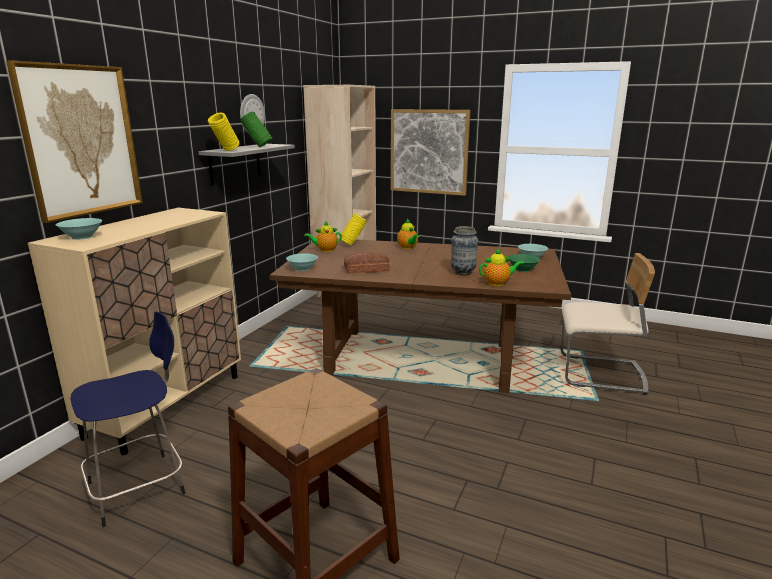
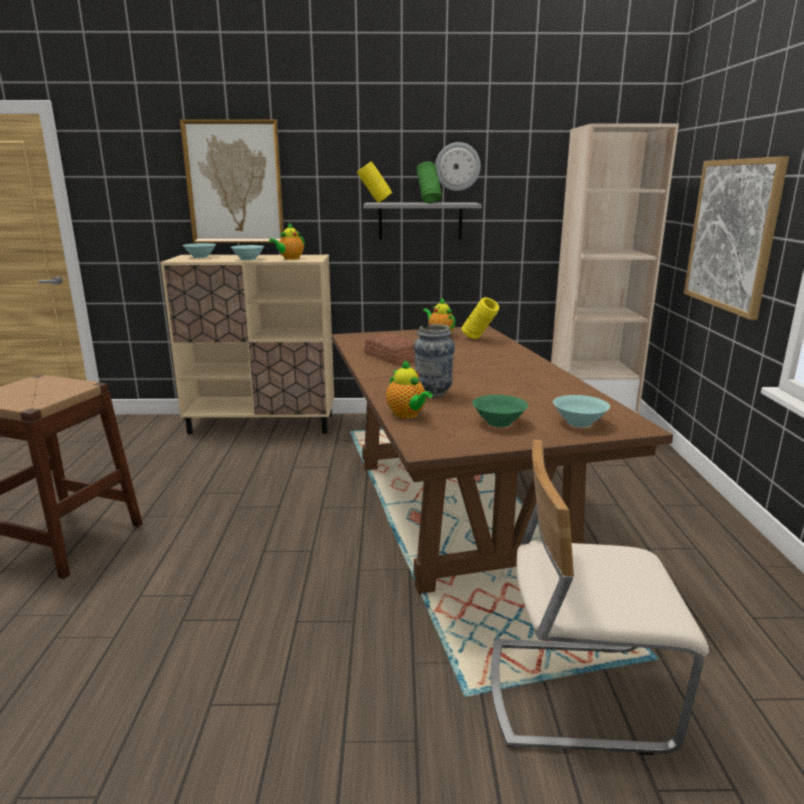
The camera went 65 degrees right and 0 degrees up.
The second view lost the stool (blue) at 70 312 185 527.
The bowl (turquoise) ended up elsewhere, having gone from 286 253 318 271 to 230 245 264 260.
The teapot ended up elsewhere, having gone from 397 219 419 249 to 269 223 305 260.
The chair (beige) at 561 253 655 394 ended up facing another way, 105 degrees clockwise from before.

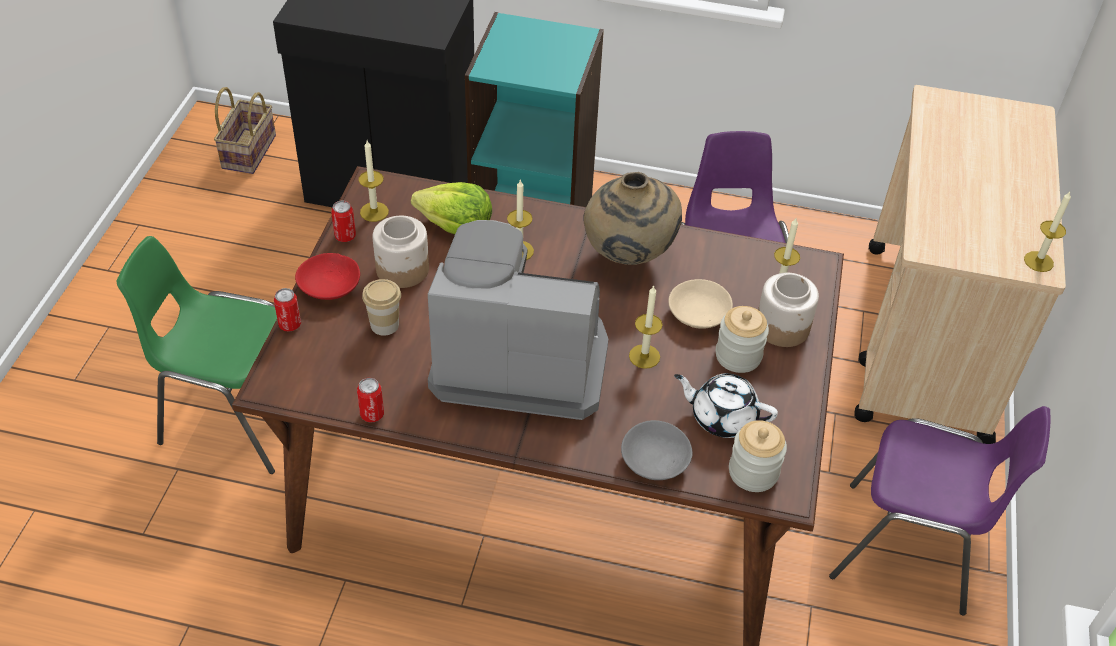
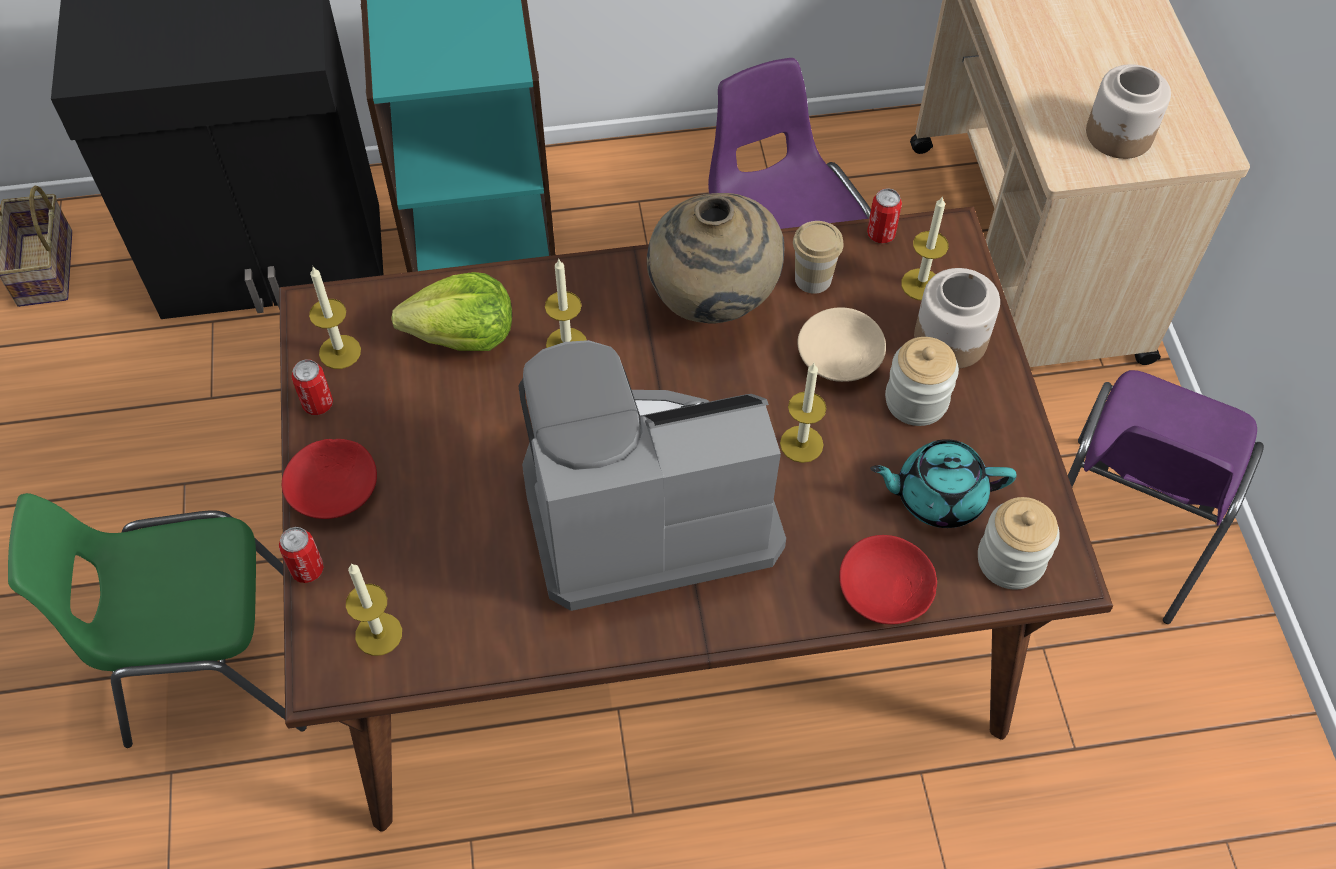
The camera went 20 degrees left and 10 degrees up.
The can ended up elsewhere, having gone from 357 378 384 423 to 867 188 902 244.
The cup ended up elsewhere, having gone from 362 279 401 336 to 793 221 844 294.
The jar ended up elsewhere, having gone from 373 216 429 288 to 1086 64 1171 159.
The candle ended up elsewhere, having gone from 1024 192 1071 272 to 346 563 402 656.
What was the bowl (grey) at 621 420 692 480 turned into the bowl (red) at 839 535 937 624.
What was the teapot (white) at 674 373 778 438 turned into the teapot (turquoise) at 870 439 1017 528.
The chair (purple) at 829 406 1050 616 ended up facing another way, 120 degrees clockwise from before.

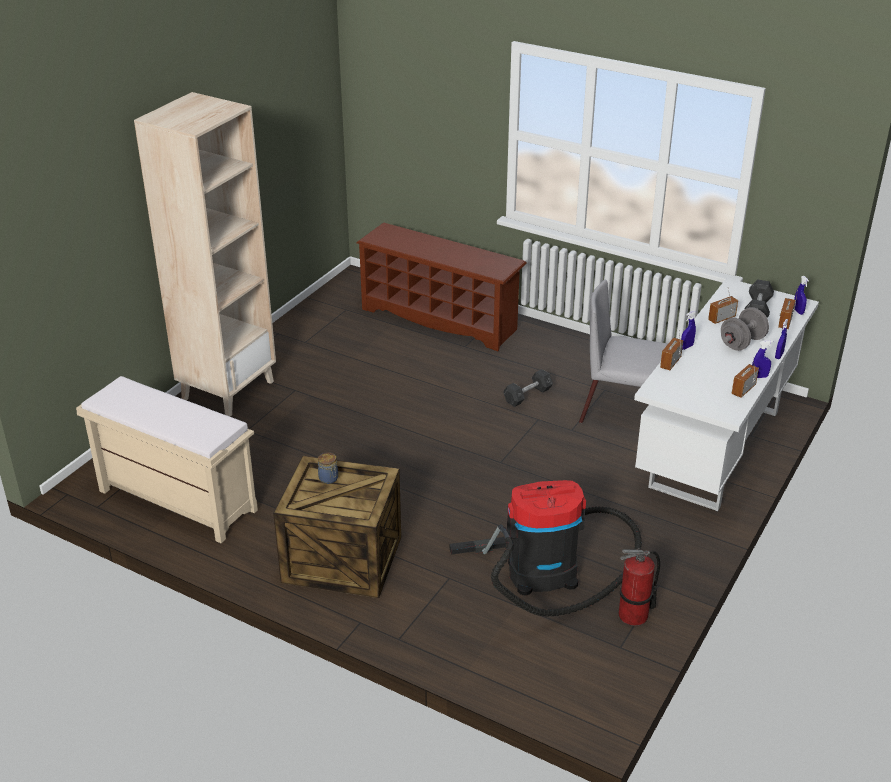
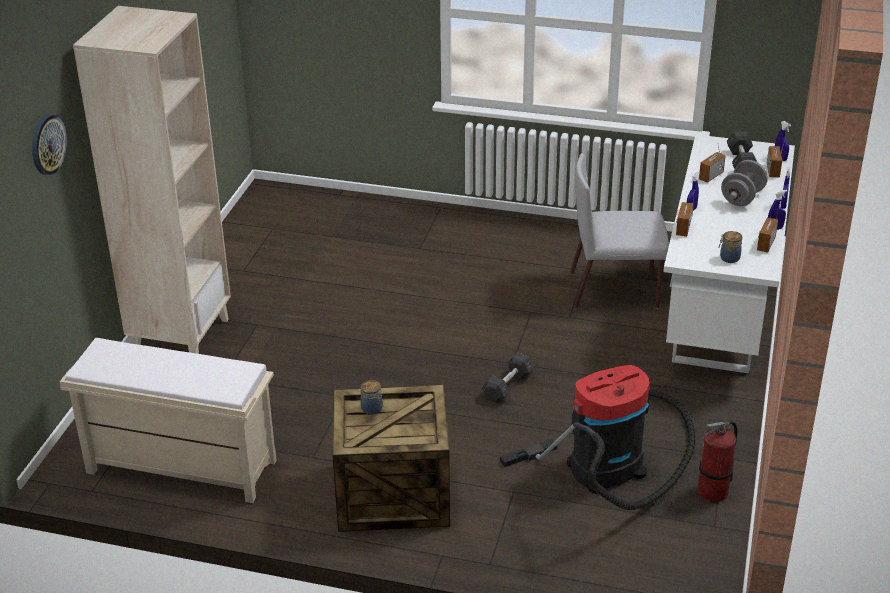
The camera went 15 degrees left and 0 degrees up.
The second view lost the shoe rack (brown) at 356 223 527 351.
The second view gained the wall clock at 32 114 67 175.
The second view gained the jar at 719 231 742 263.
The dumbbell (grey) ended up elsewhere, having gone from 503 369 553 407 to 481 352 534 404.

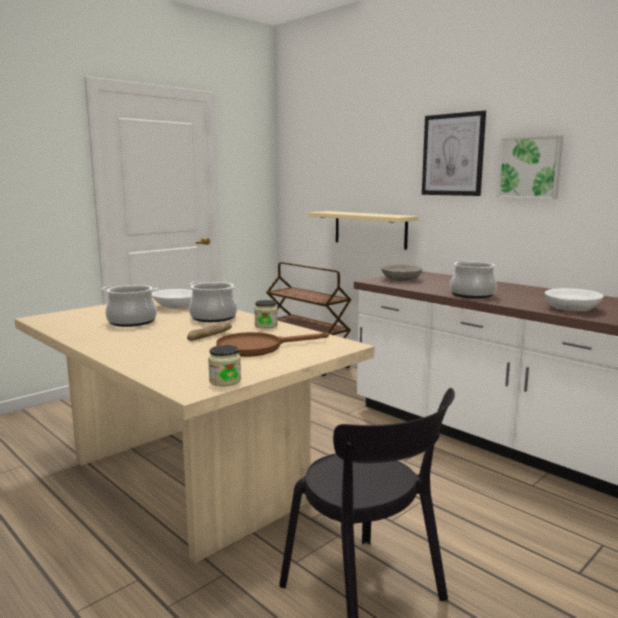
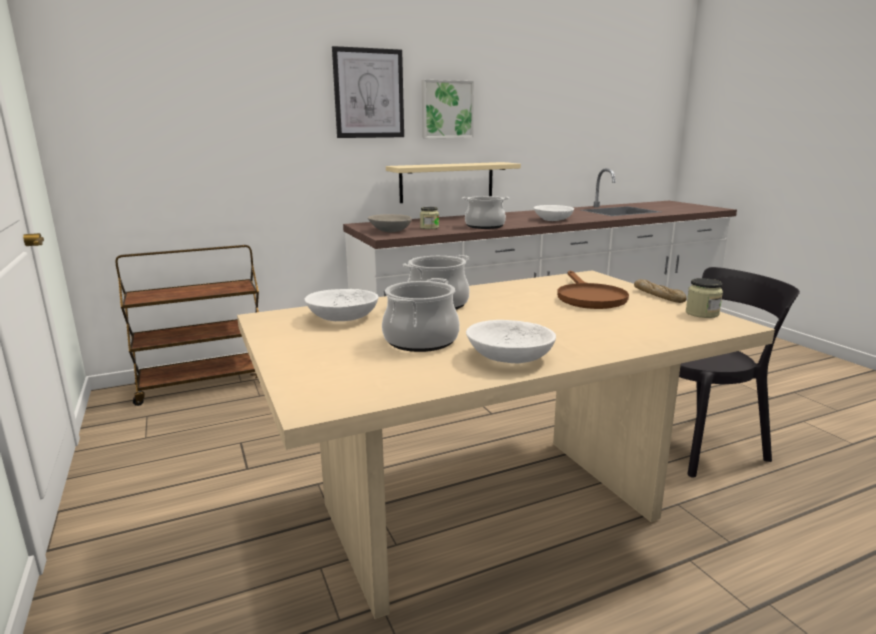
The camera went 70 degrees left and 5 degrees up.
The second view gained the bowl (white) at 466 320 556 363.
The bread ended up elsewhere, having gone from 187 321 232 341 to 634 279 687 303.
The jar ended up elsewhere, having gone from 254 300 278 329 to 420 207 439 229.
The shelf (beige) ended up elsewhere, having gone from 308 211 419 250 to 386 162 521 203.

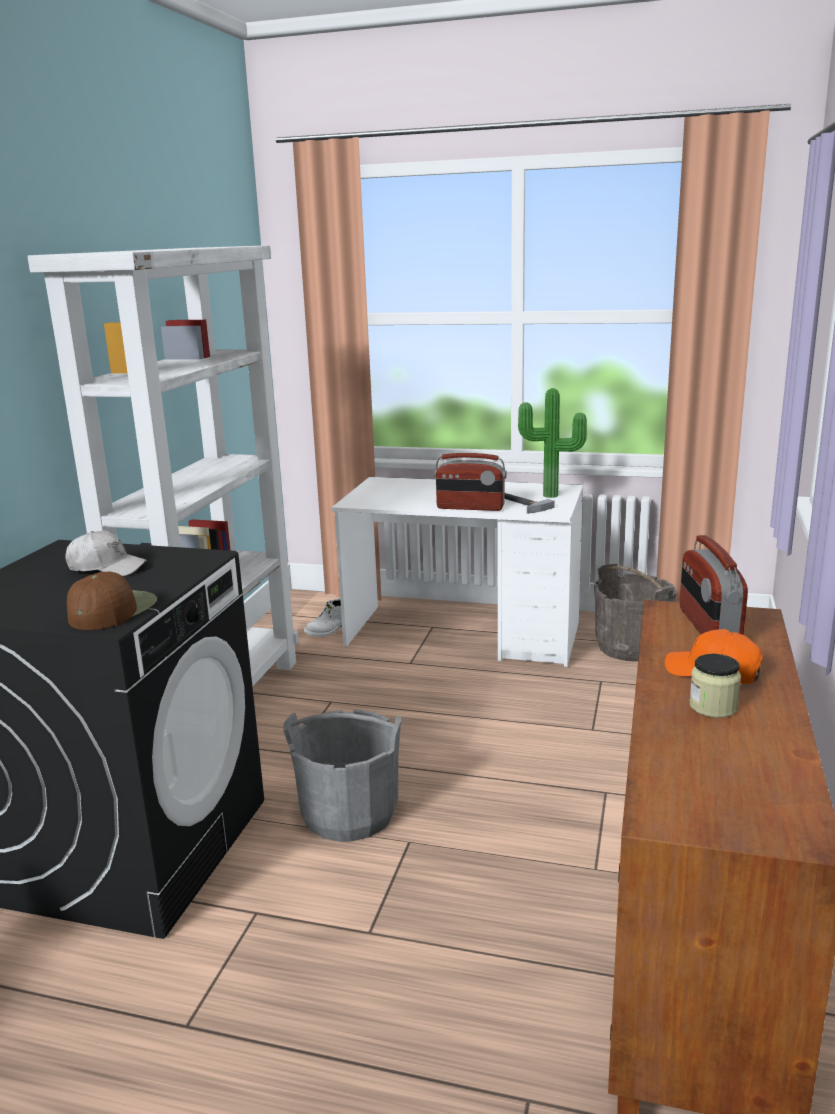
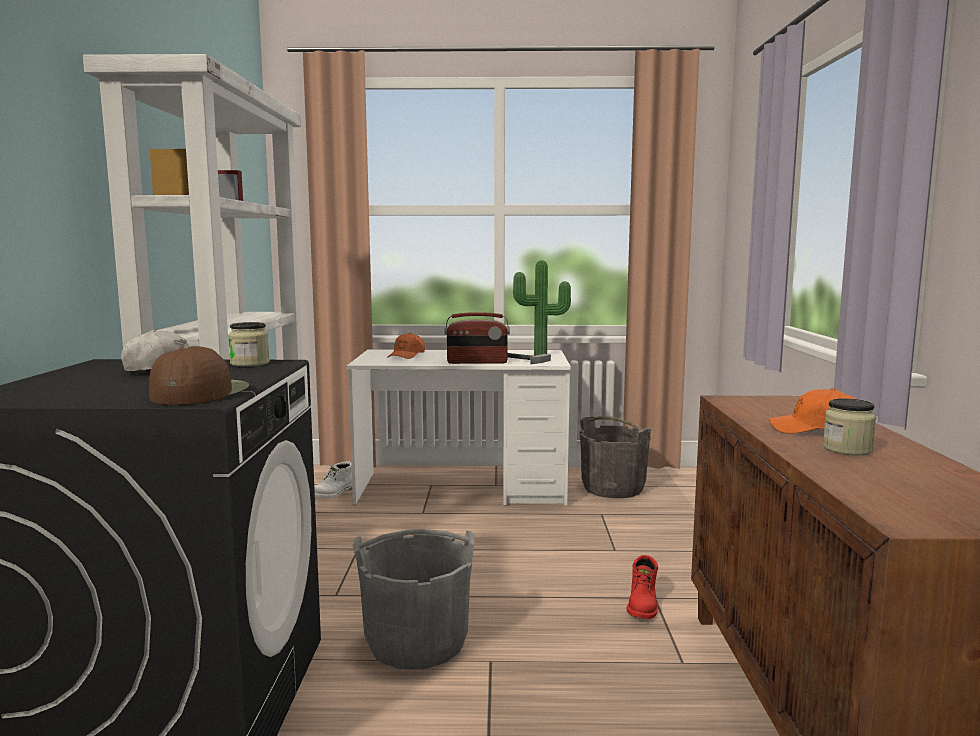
The camera went 15 degrees left and 10 degrees down.
The second view lost the radio at 680 535 748 635.
The second view gained the jar at 228 322 270 366.
The second view gained the cap (orange) at 388 333 425 359.
The second view gained the boot (red) at 627 555 658 619.

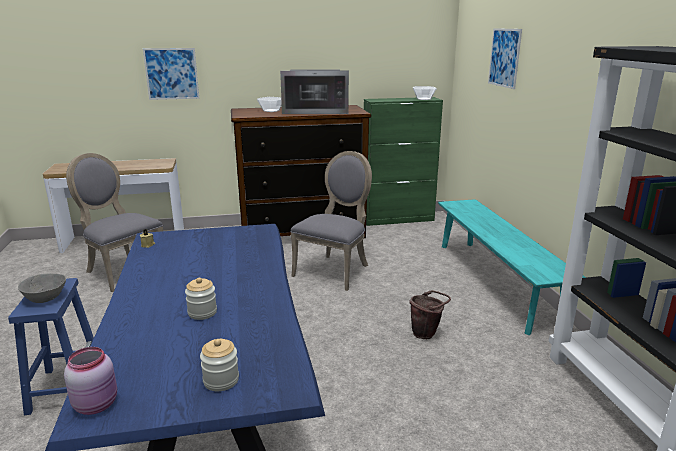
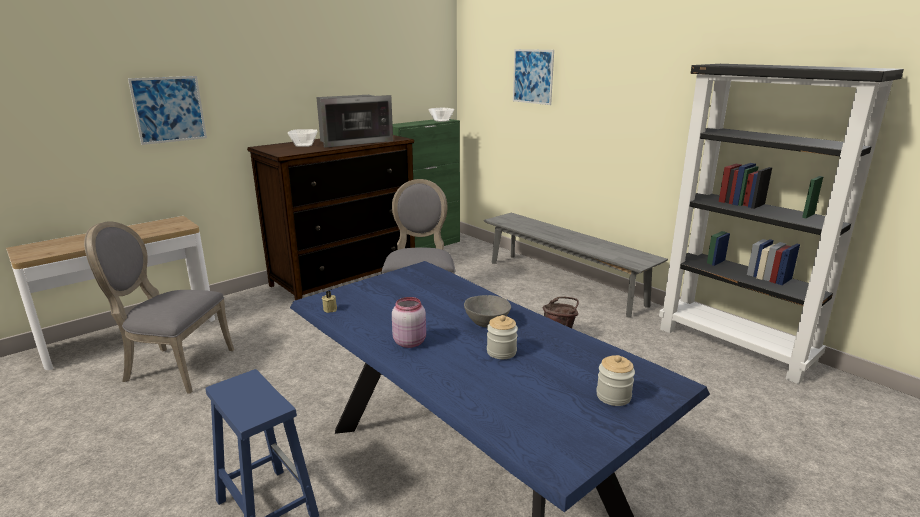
The camera went 30 degrees left and 0 degrees up.
The bowl (grey) ended up elsewhere, having gone from 18 273 66 303 to 464 295 511 327.
The jar (pink) ended up elsewhere, having gone from 64 347 117 415 to 392 297 426 348.
What was the bench (turquoise) at 438 199 586 335 turned into the bench (grey) at 484 213 668 318.

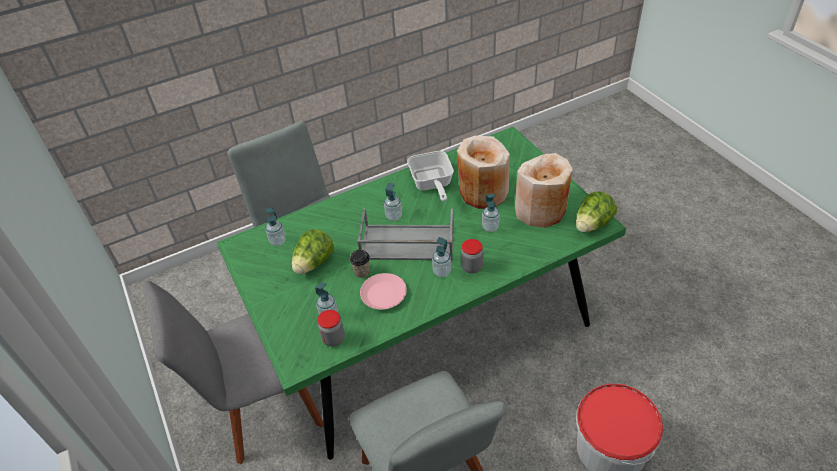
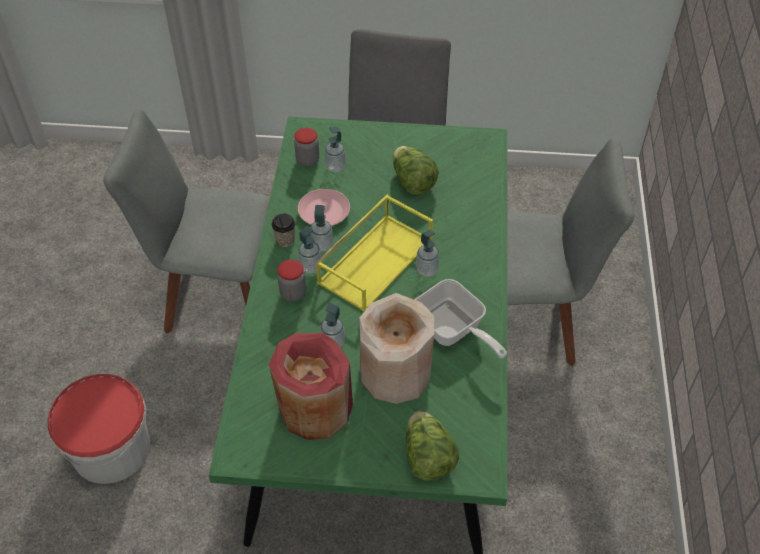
The camera went 120 degrees right and 5 degrees up.
The soap dispenser ended up elsewhere, having gone from 265 208 286 246 to 311 205 333 252.
The cup ended up elsewhere, having gone from 350 250 370 278 to 272 213 295 247.
The lettuce ended up elsewhere, having gone from 576 191 617 232 to 406 411 459 481.
What was the tray (grey) at 357 208 454 260 turned into the tray (yellow) at 316 195 433 312.
What was the vase (beige) at 515 153 573 228 turned into the vase (red) at 269 333 353 440.
The frying pan at 407 151 454 202 ended up facing another way, 150 degrees counterclockwise from before.

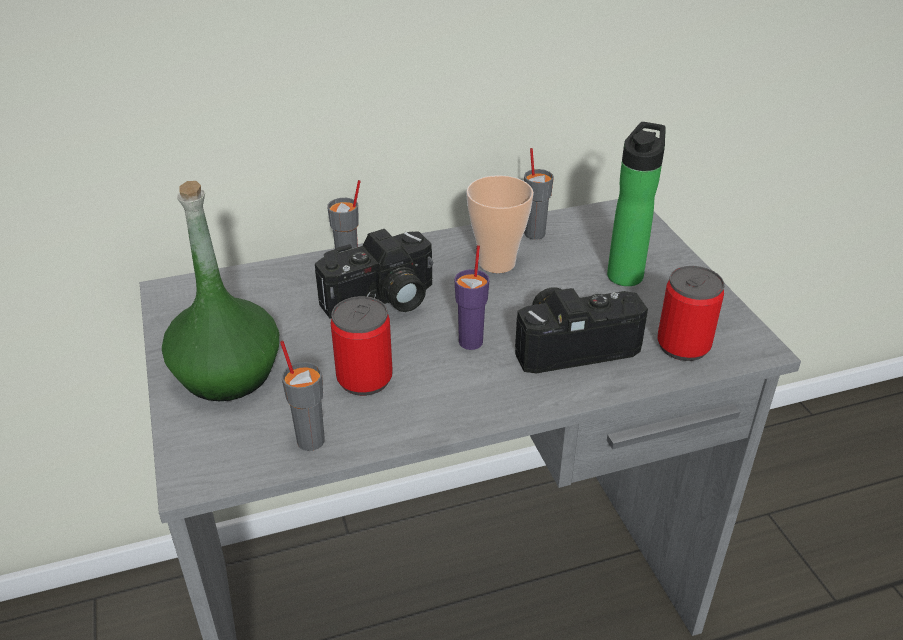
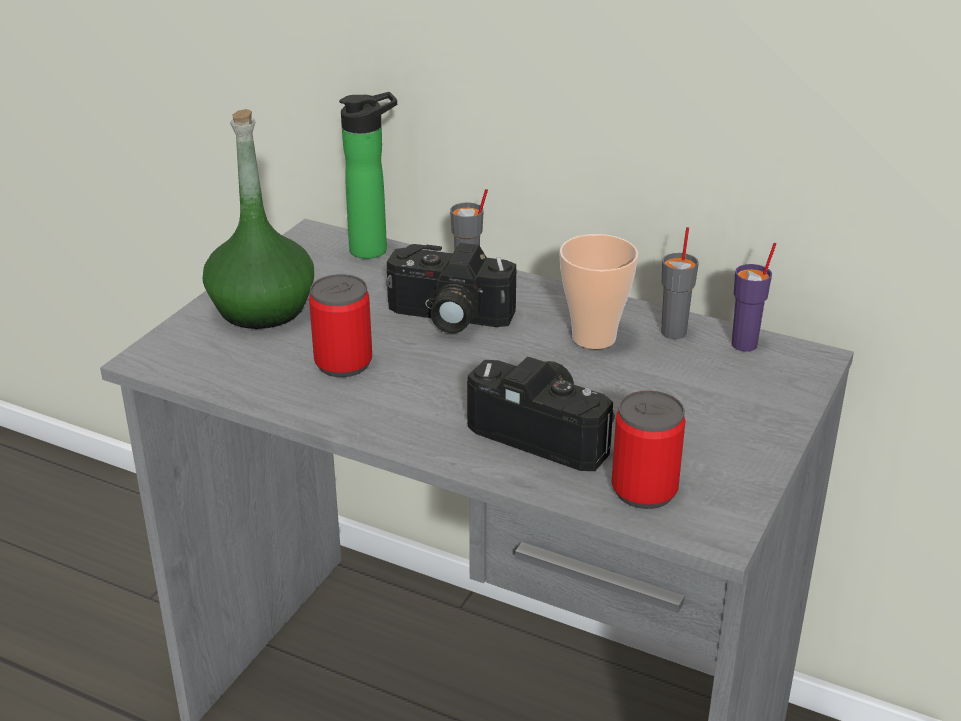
The camera went 45 degrees right and 5 degrees down.
The second view lost the cup (grey) at 280 341 325 451.
The cup (purple) ended up elsewhere, having gone from 454 245 489 350 to 732 243 776 352.
The bottle ended up elsewhere, having gone from 607 122 666 286 to 339 92 397 259.

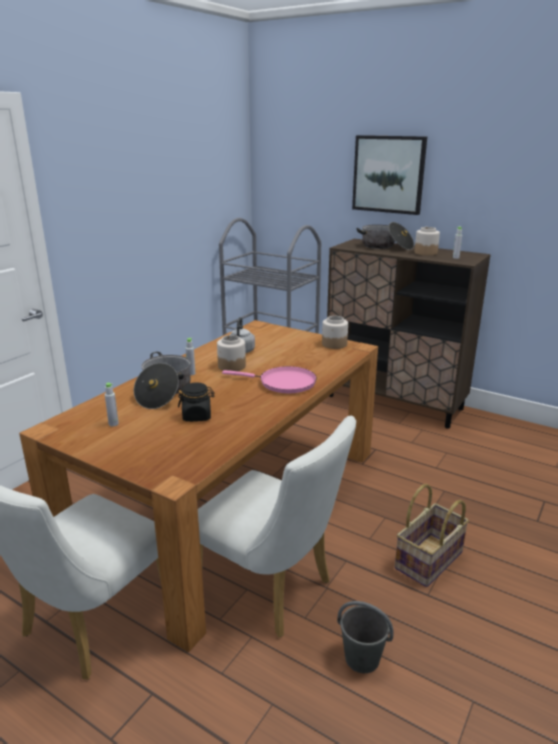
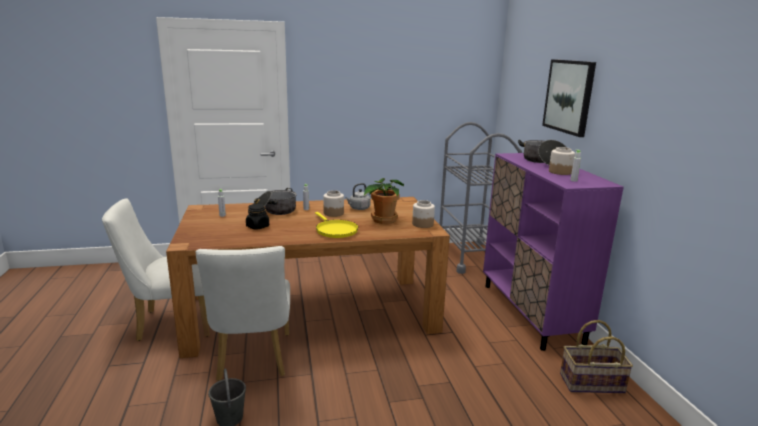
The camera went 45 degrees right and 5 degrees down.
The second view gained the potted plant at 364 178 404 224.
The basket ended up elsewhere, having gone from 395 484 469 587 to 560 320 633 393.
What was the frying pan (pink) at 222 366 317 393 turned into the frying pan (yellow) at 315 212 359 238.
What was the cabinet (brown) at 327 239 491 429 turned into the cabinet (purple) at 483 153 624 351.

